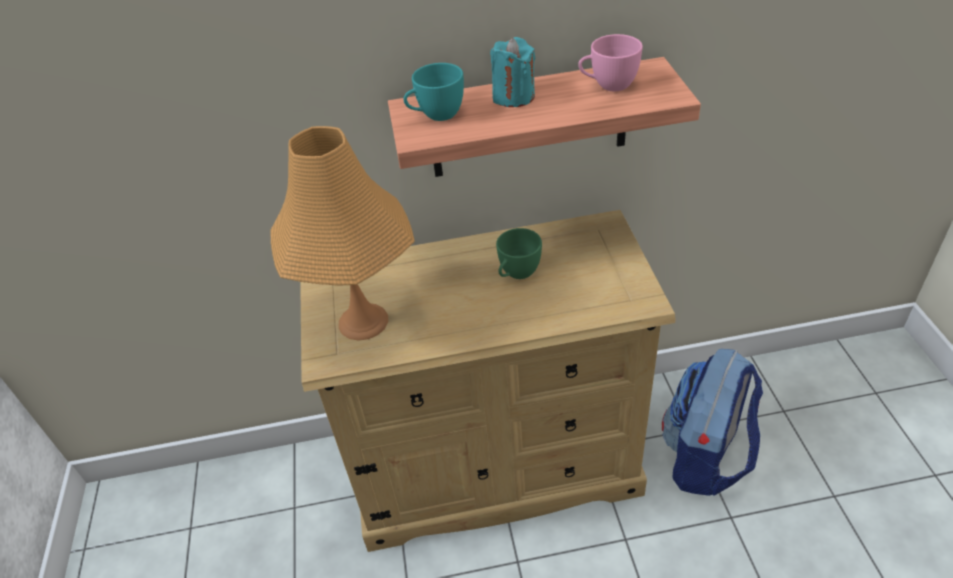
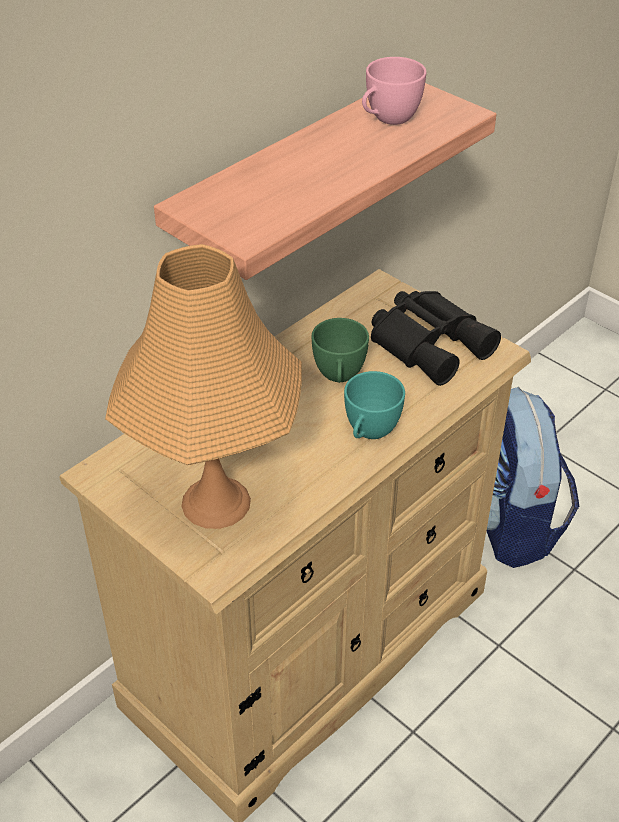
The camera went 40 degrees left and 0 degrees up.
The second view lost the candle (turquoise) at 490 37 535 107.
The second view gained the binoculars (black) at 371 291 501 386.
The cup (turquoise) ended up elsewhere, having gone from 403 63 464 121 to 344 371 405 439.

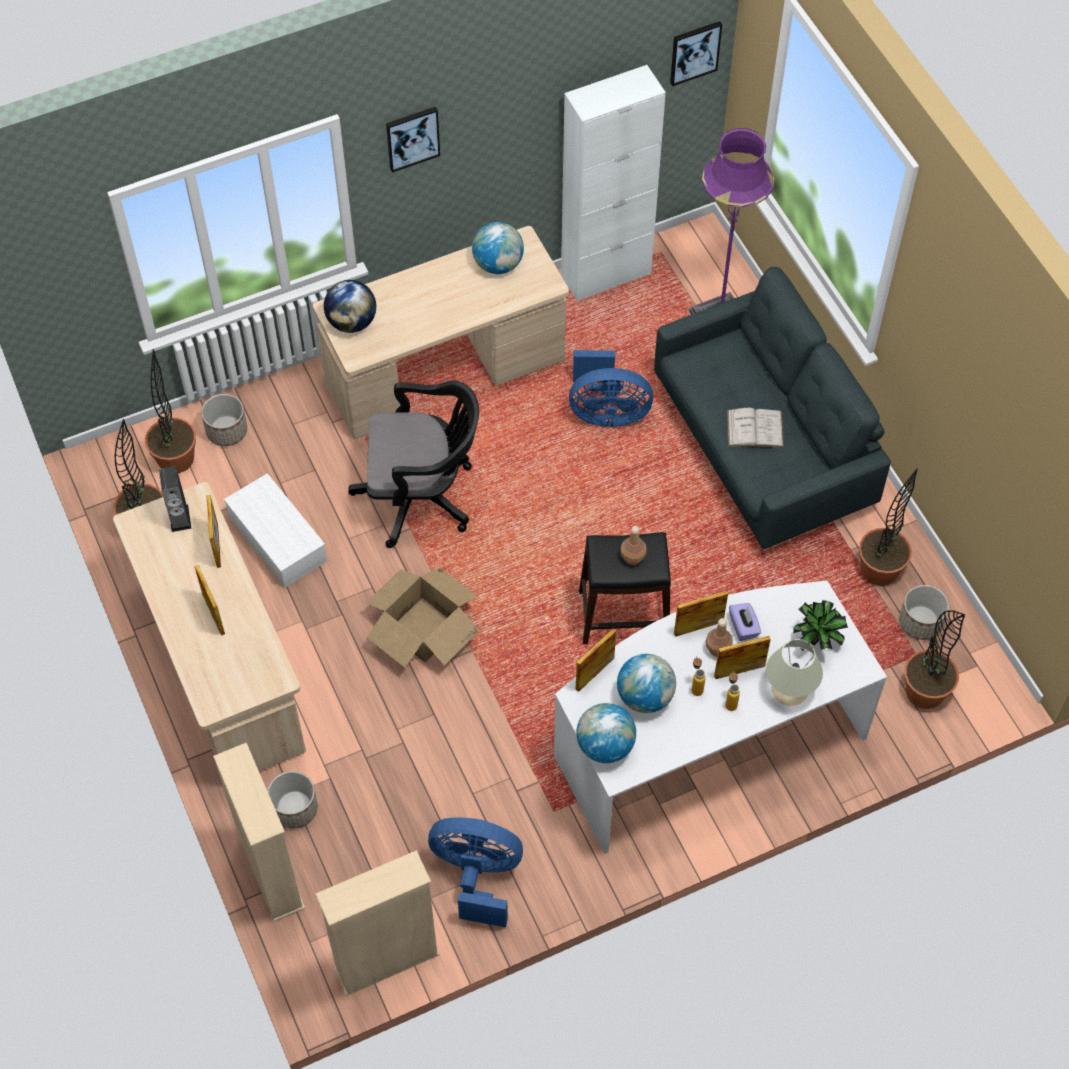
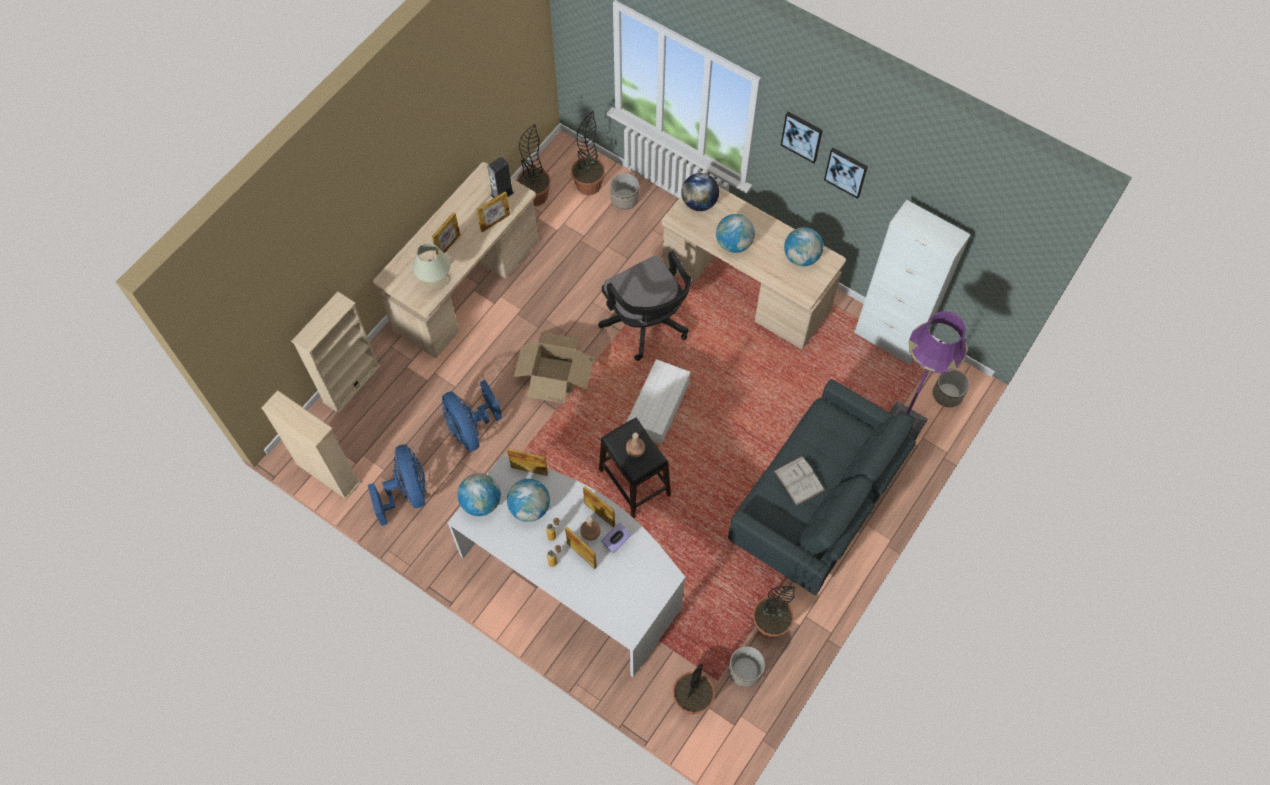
The camera went 60 degrees right and 5 degrees up.
The second view lost the potted plant at 793 600 848 651.
The second view gained the globe at 716 214 755 253.
The storage box (white) ended up elsewhere, having gone from 224 473 327 588 to 627 359 691 445.
The planter ended up elsewhere, having gone from 268 771 318 829 to 933 369 969 407.
The fan (blue) ended up elsewhere, having gone from 569 350 653 427 to 442 380 502 452.
The picture ended up elsewhere, having gone from 670 21 722 86 to 824 148 868 199.
The table lamp (beige) ended up elsewhere, having gone from 766 639 823 706 to 413 243 451 290.

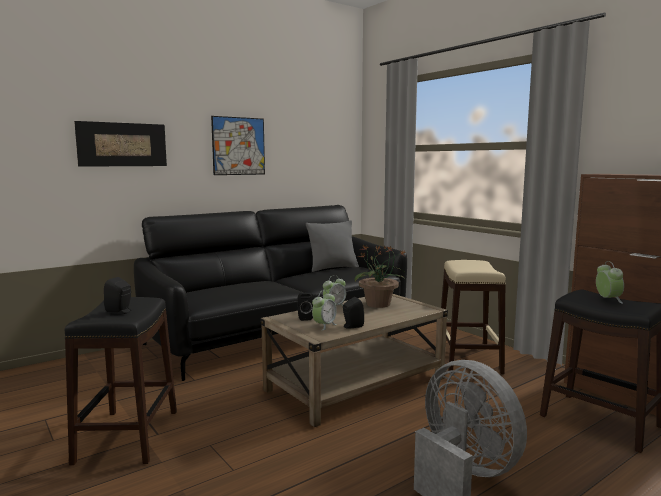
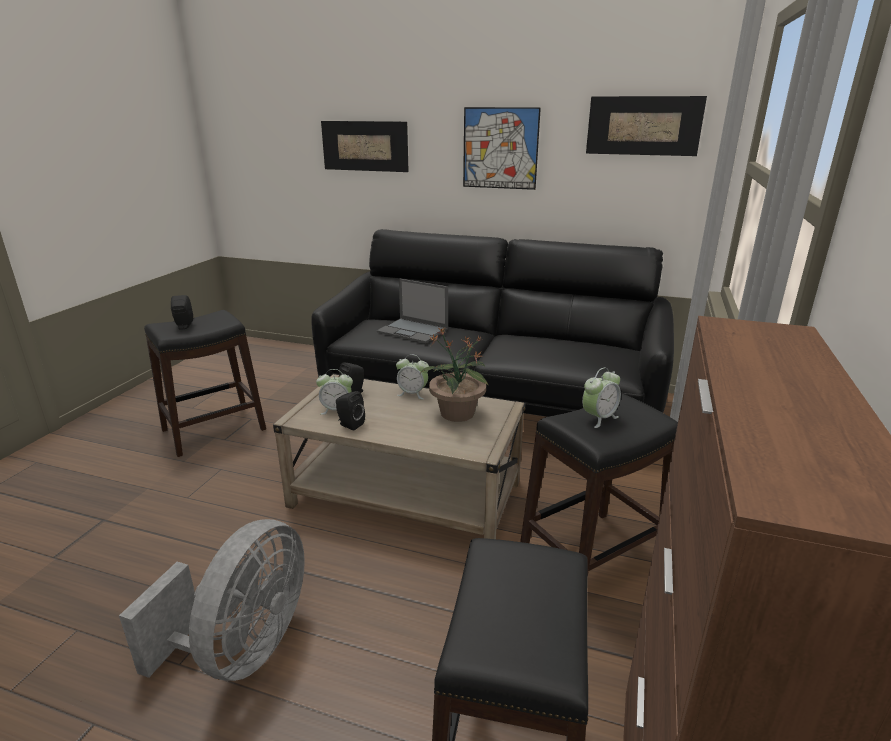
The camera went 55 degrees right and 15 degrees up.
The second view lost the pillow (grey) at 306 220 359 272.
The second view gained the laptop at 377 278 448 343.
The second view gained the picture at 586 96 707 156.
The alarm clock ended up elsewhere, having gone from 596 261 624 304 to 582 367 621 428.
What was the stool (beige) at 441 260 506 374 turned into the stool (black) at 520 393 678 572.

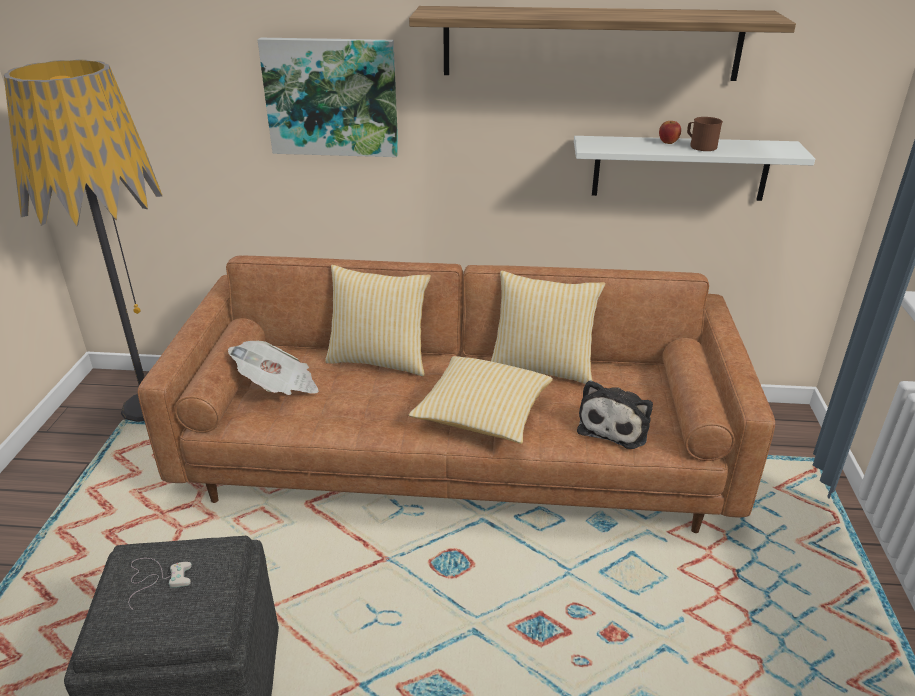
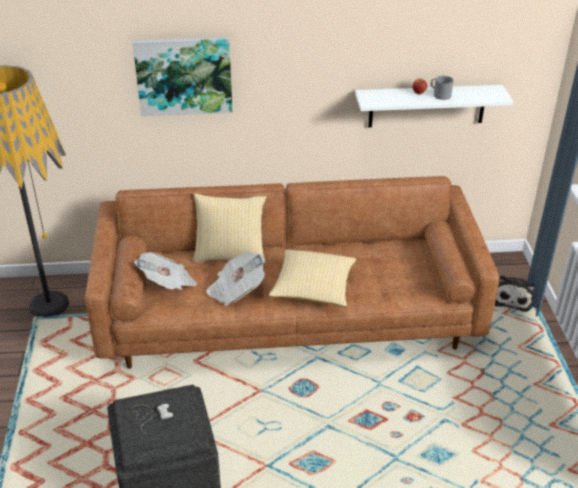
The camera went 10 degrees left and 5 degrees up.
The second view lost the shelf at 409 6 796 81.
The second view lost the pillow at 491 270 606 384.
The second view gained the newspaper at 206 251 265 306.
The plush toy ended up elsewhere, having gone from 577 380 653 449 to 495 275 535 312.
What was the mug (brown) at 687 117 723 151 turned into the mug (grey) at 431 76 454 100.

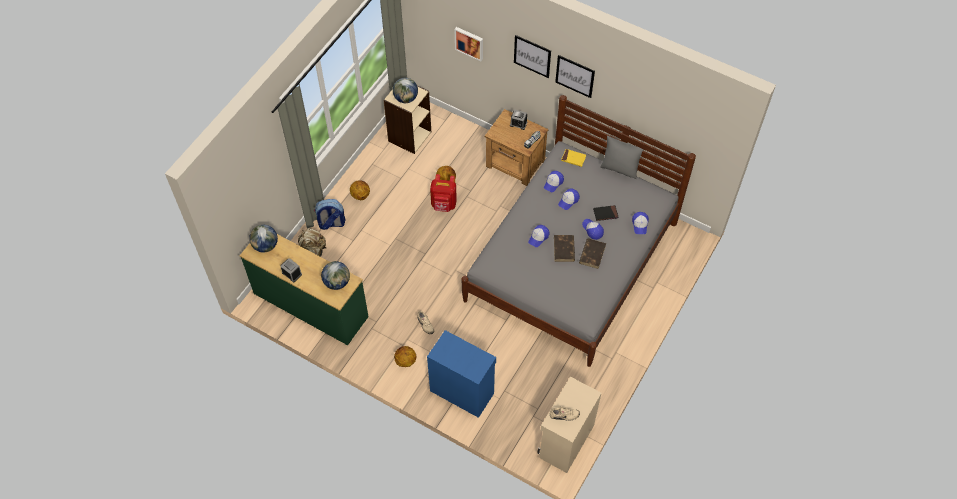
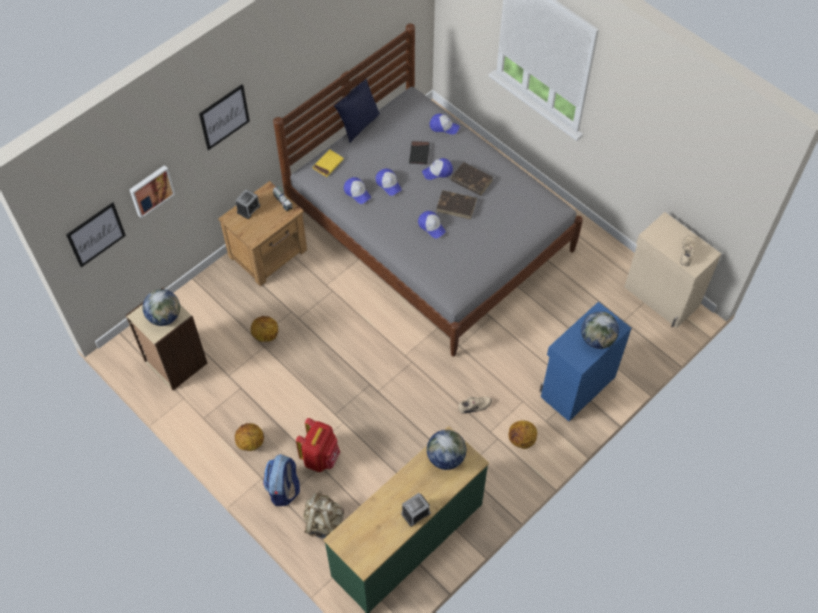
The camera went 75 degrees left and 0 degrees up.
The globe ended up elsewhere, having gone from 249 225 278 252 to 581 311 619 349.
The backpack (red) ended up elsewhere, having gone from 430 174 457 212 to 296 418 340 472.
The picture ended up elsewhere, having gone from 555 55 595 98 to 66 202 126 267.
What was the pillow (grey) at 600 136 644 179 turned into the pillow (blue) at 334 79 380 143.

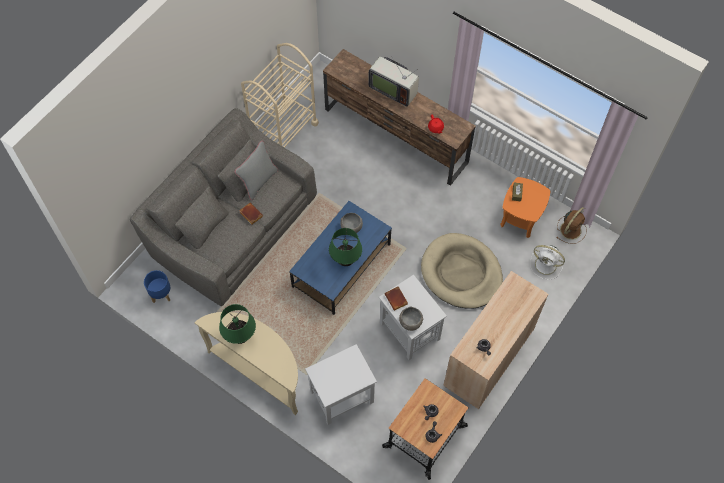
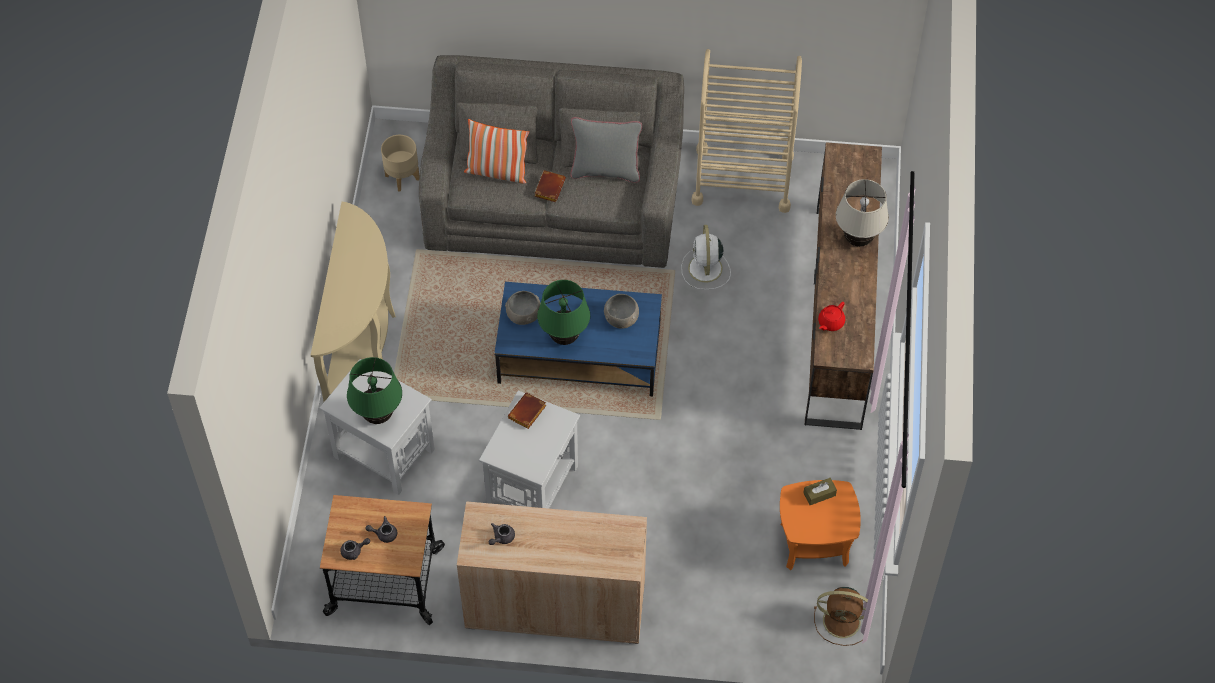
The camera went 60 degrees right and 5 degrees down.
The second view lost the dog bed (beige) at 421 233 503 309.
The second view gained the pillow at 464 119 529 184.
The table lamp (green) ended up elsewhere, having gone from 219 304 256 344 to 347 357 402 424.
The bowl (grey) ended up elsewhere, having gone from 399 307 423 331 to 505 291 540 325.
The fan (white) ended up elsewhere, having gone from 530 245 565 280 to 681 225 731 290.
Where the television stood at 368 57 419 107, the table lamp (beige) came to stand at 836 179 889 247.
What was the planter (blue) at 144 270 170 303 turned into the planter (beige) at 381 135 420 192.

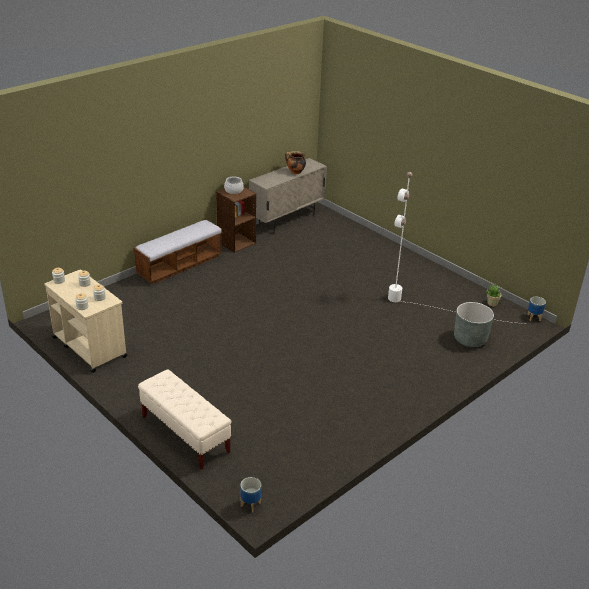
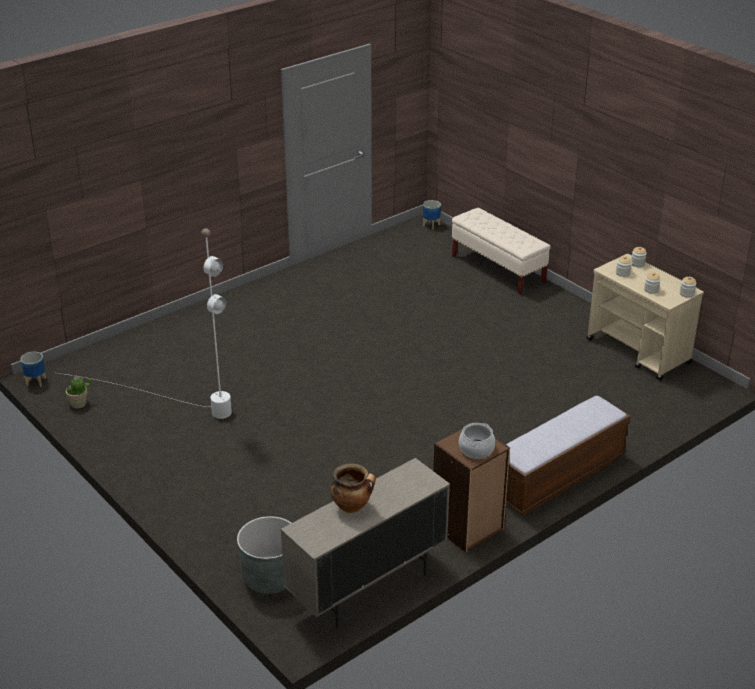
The camera went 175 degrees left and 0 degrees up.
The planter (grey) ended up elsewhere, having gone from 454 302 494 347 to 237 516 291 594.

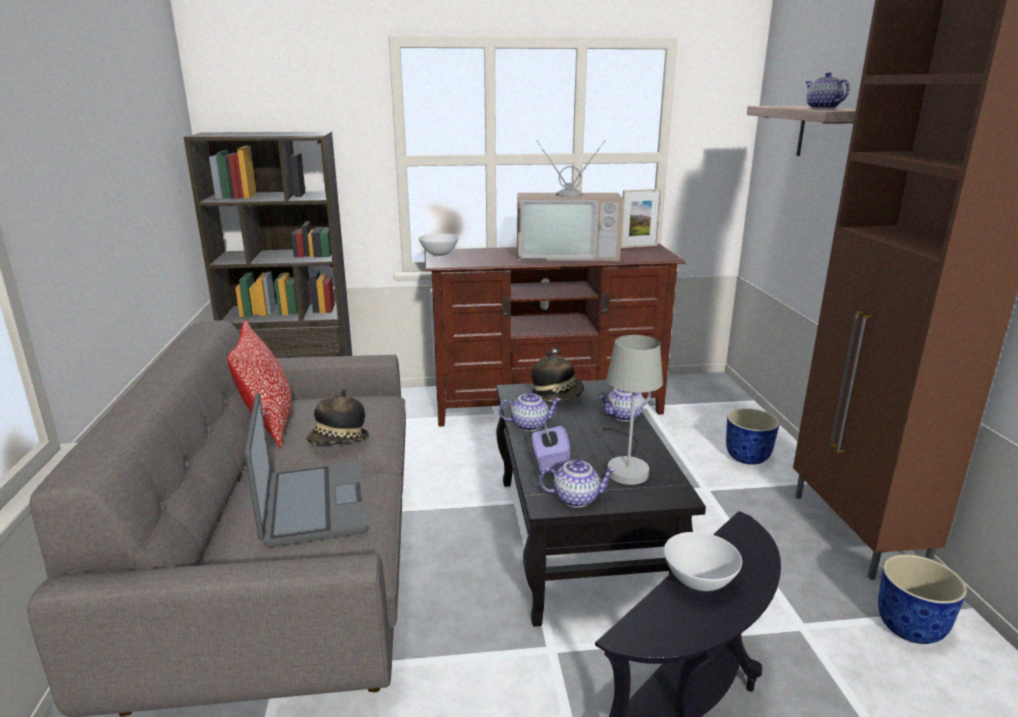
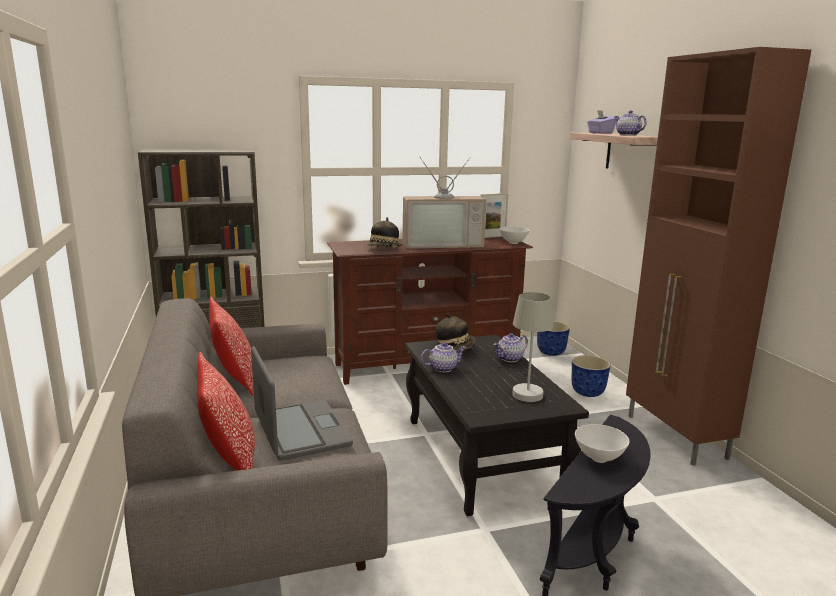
The camera went 10 degrees left and 5 degrees down.
The second view lost the teapot at 539 459 616 508.
The second view gained the pillow at 197 352 255 471.
The hat ended up elsewhere, having gone from 307 389 369 445 to 367 217 401 248.
The bowl (white) ended up elsewhere, having gone from 419 234 458 257 to 499 227 530 244.
The tissue box (purple) ended up elsewhere, having gone from 532 423 570 473 to 587 110 616 134.
The planter ended up elsewhere, having gone from 878 554 967 644 to 537 321 570 356.

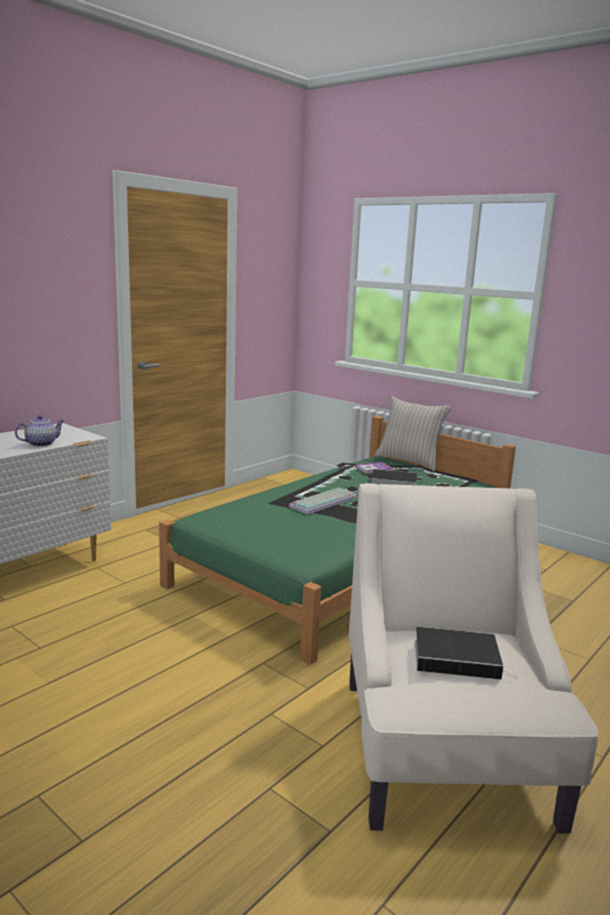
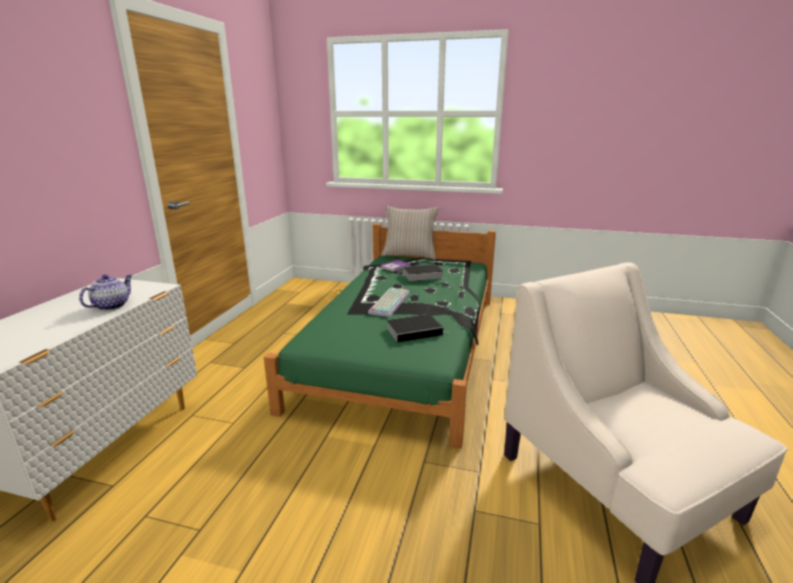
The camera went 25 degrees left and 5 degrees up.
The book ended up elsewhere, having gone from 415 627 518 680 to 387 314 448 343.

